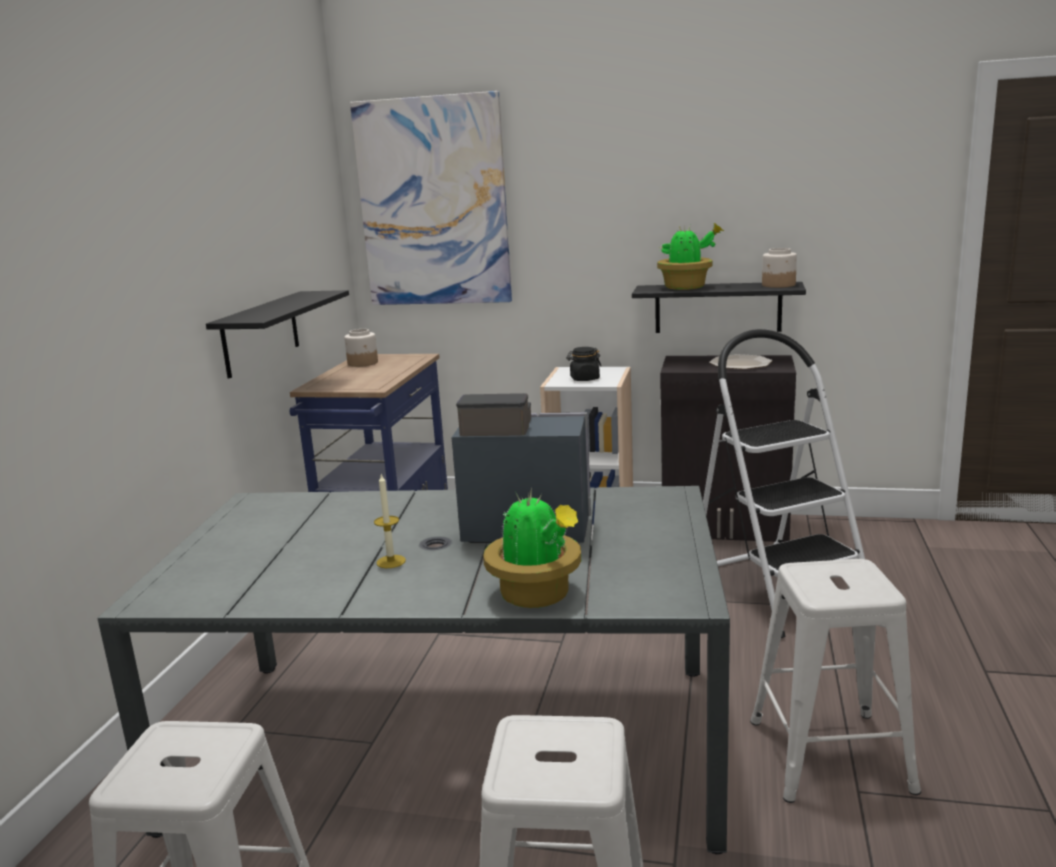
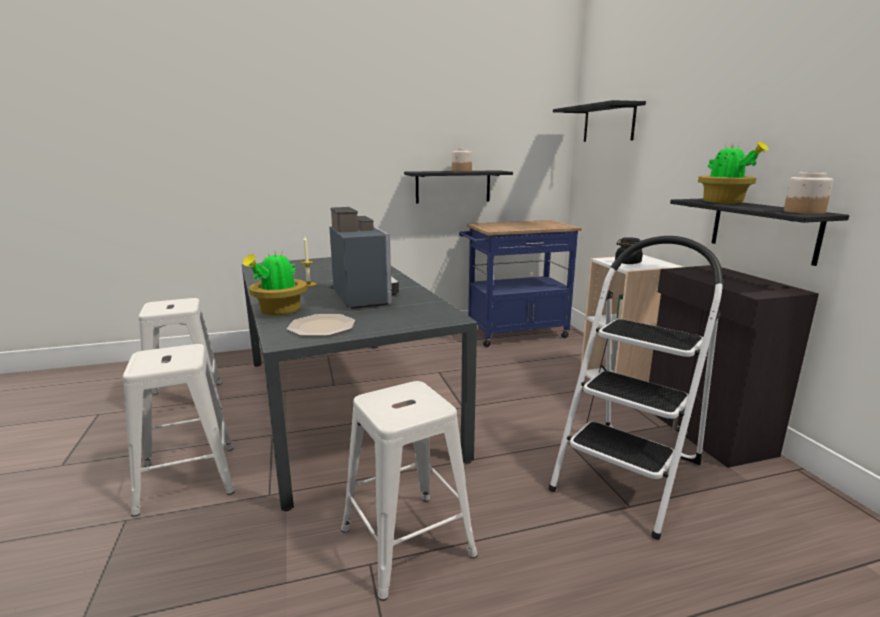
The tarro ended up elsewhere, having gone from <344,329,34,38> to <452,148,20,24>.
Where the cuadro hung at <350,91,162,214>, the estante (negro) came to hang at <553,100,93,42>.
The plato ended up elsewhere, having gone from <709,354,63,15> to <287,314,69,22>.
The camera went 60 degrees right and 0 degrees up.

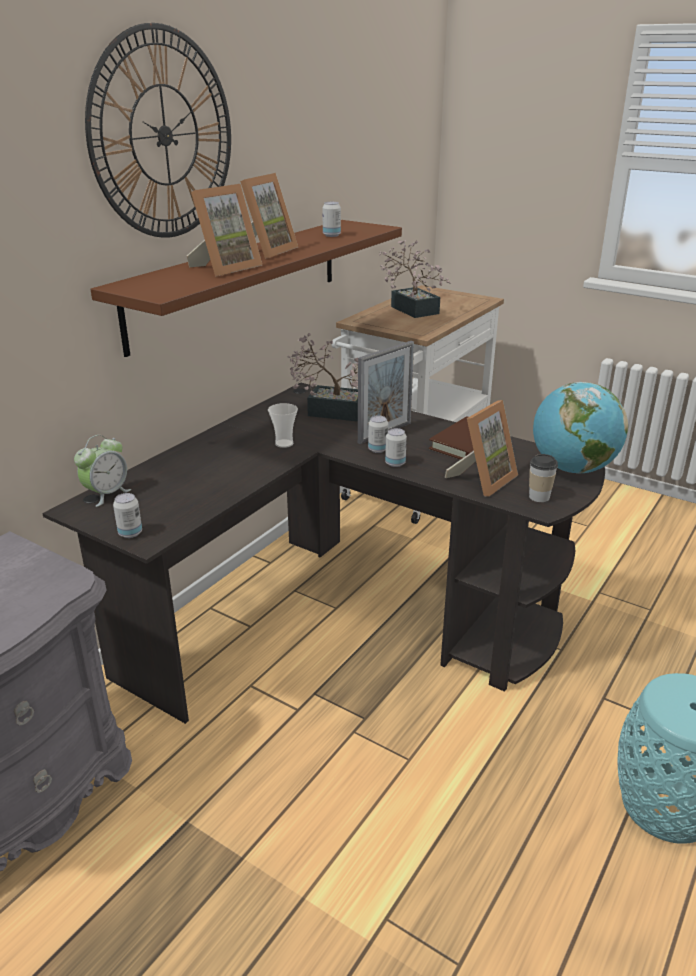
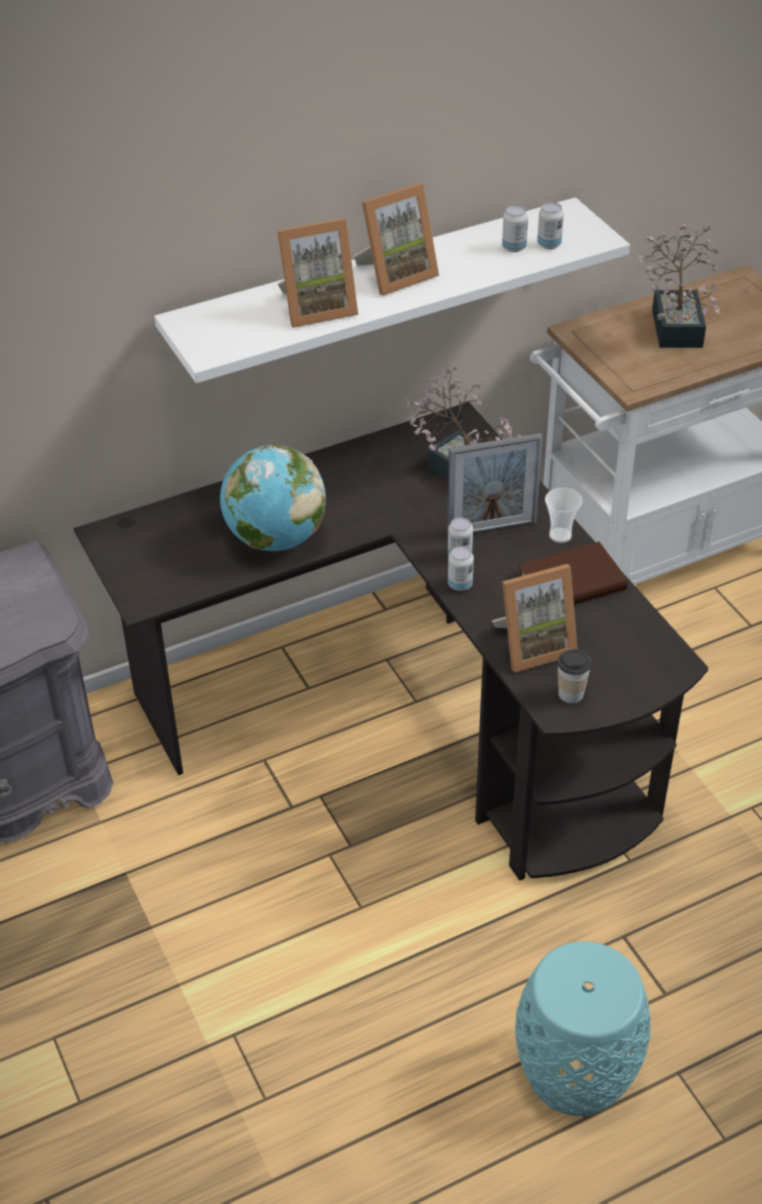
The second view lost the despertador at <74,435,57,72>.
The second view lost the reloj de pared at <85,23,146,215>.
What was the estante (marrón) at <90,220,312,137> turned into the estante (blanco) at <154,197,476,186>.
The lata ended up elsewhere, having gone from <113,493,29,45> to <537,202,27,47>.
The taza ended up elsewhere, having gone from <268,403,30,45> to <545,488,37,55>.
The globo terráqueo ended up elsewhere, having gone from <533,382,95,92> to <220,445,106,106>.
The camera went 30 degrees right and 15 degrees up.

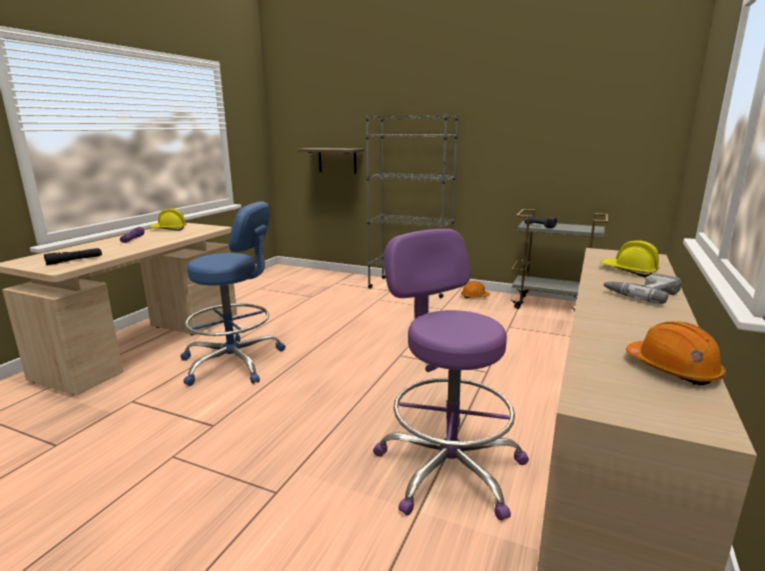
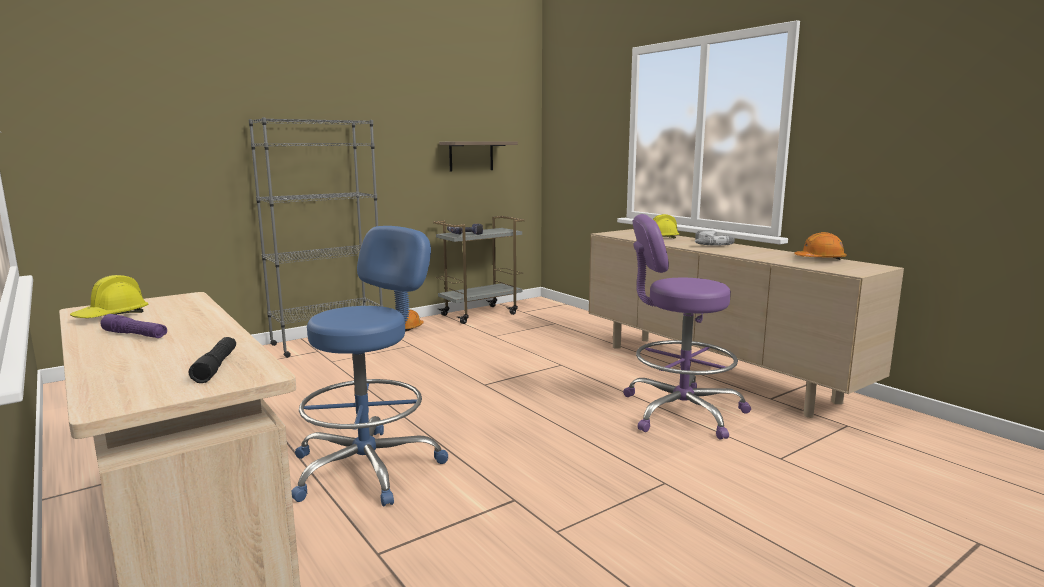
The estante ended up elsewhere, having gone from <298,148,66,25> to <439,142,79,29>.
The camera went 60 degrees left and 5 degrees down.

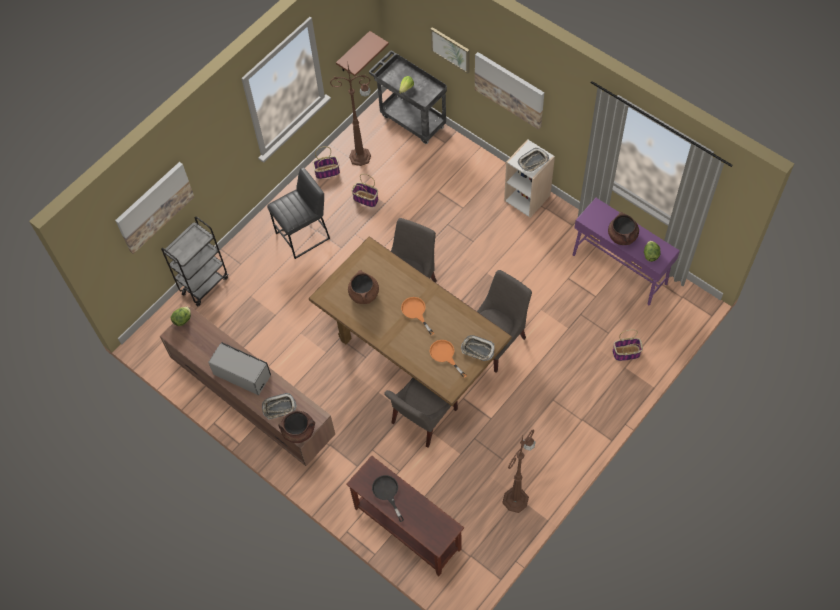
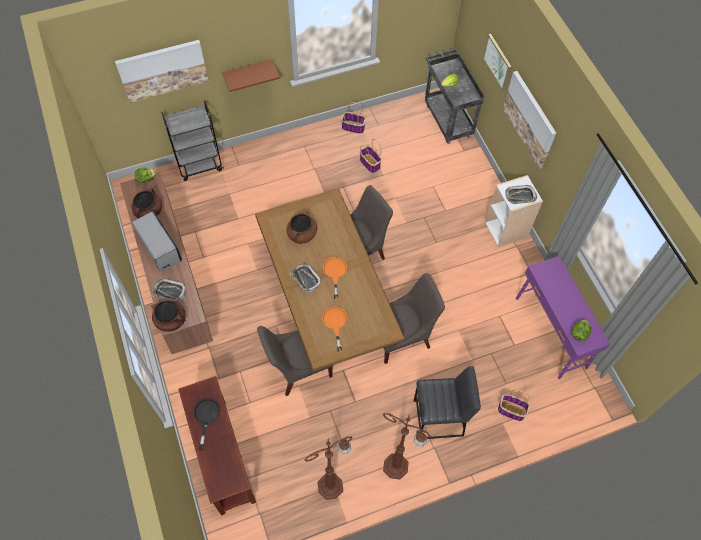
The taburete (gris) ended up elsewhere, having gone from <267,167,63,92> to <414,366,67,73>.
The lámpara de pie (marrón) ended up elsewhere, having gone from <330,66,41,100> to <383,413,47,67>.
The estante (marrón) ended up elsewhere, having gone from <336,31,53,45> to <222,59,58,33>.
The bandeja ended up elsewhere, having gone from <461,335,33,26> to <290,263,32,29>.
The olla (marrón) ended up elsewhere, having gone from <608,212,31,33> to <132,188,30,30>.
The camera went 25 degrees right and 0 degrees up.

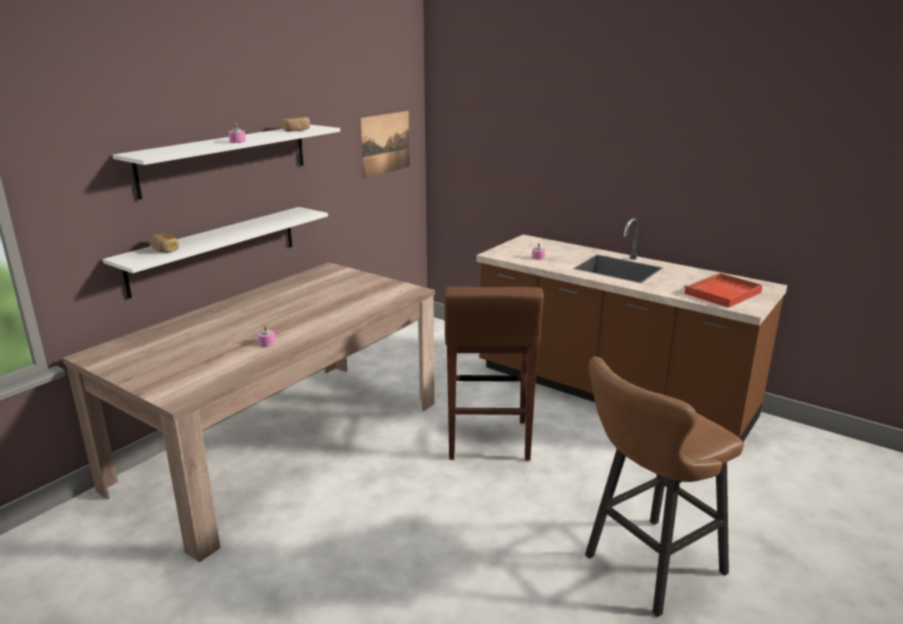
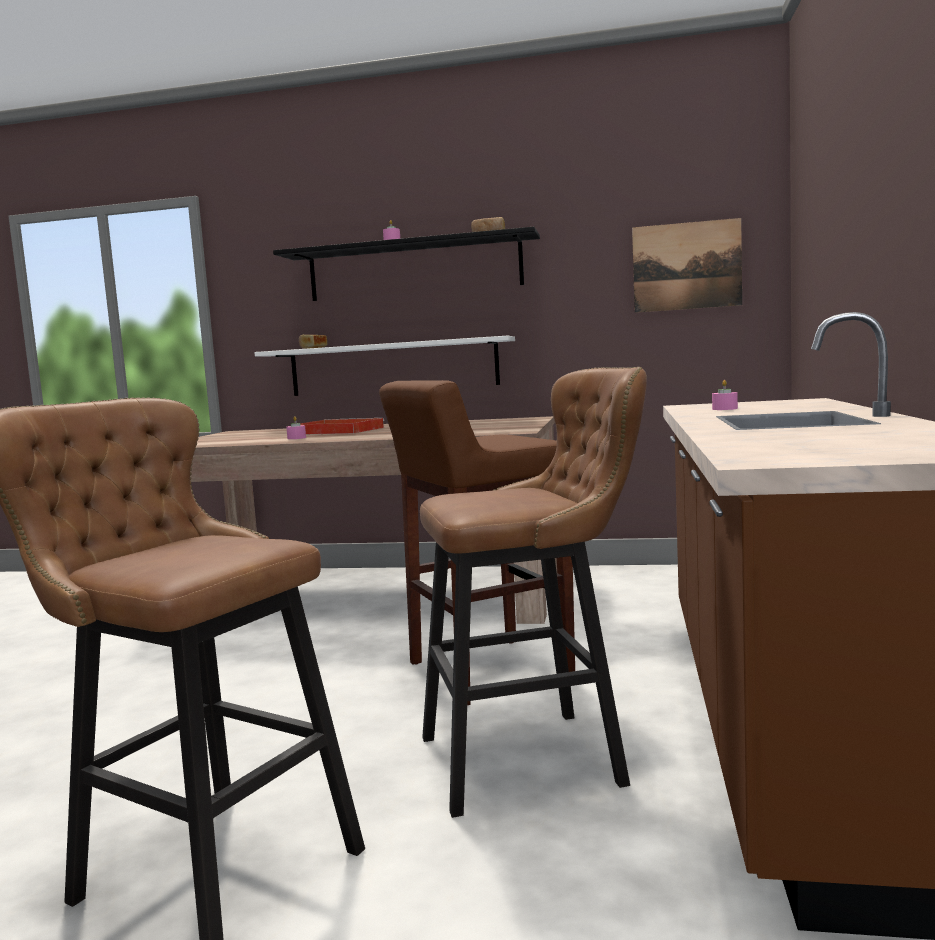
What was the estante (blanco) at <113,125,227,75> turned into the estante (negro) at <273,227,267,74>.
The bandeja (rojo) ended up elsewhere, having gone from <683,273,80,35> to <300,418,84,16>.
The second view gained the taburete (marrón) at <420,367,227,451>.
The camera went 65 degrees right and 15 degrees down.

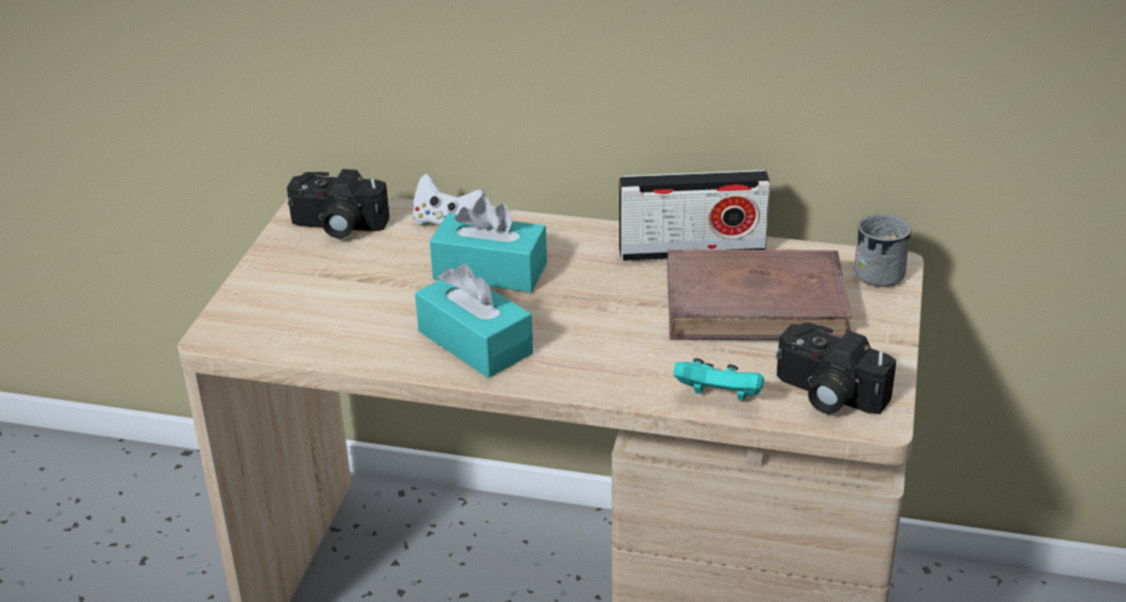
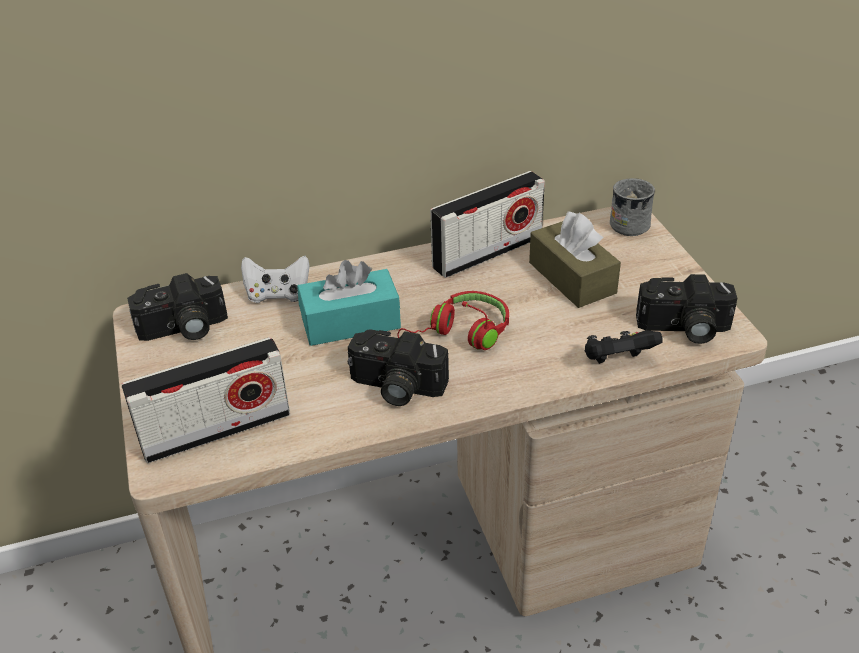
Where the caja de pañuelos (turquesa) stood at <415,264,118,114>, the cámara came to stand at <348,329,101,77>.
Where the libro (marrón) stood at <667,250,185,90>, the caja de pañuelos (marrón) came to stand at <529,211,92,97>.
What was the mando de consola (turquesa) at <674,358,90,43> turned into the mando de consola (negro) at <585,330,78,34>.
The second view gained the radio at <121,337,169,126>.
The second view gained the auriculares (rojo) at <397,291,112,59>.
The camera went 30 degrees left and 5 degrees up.

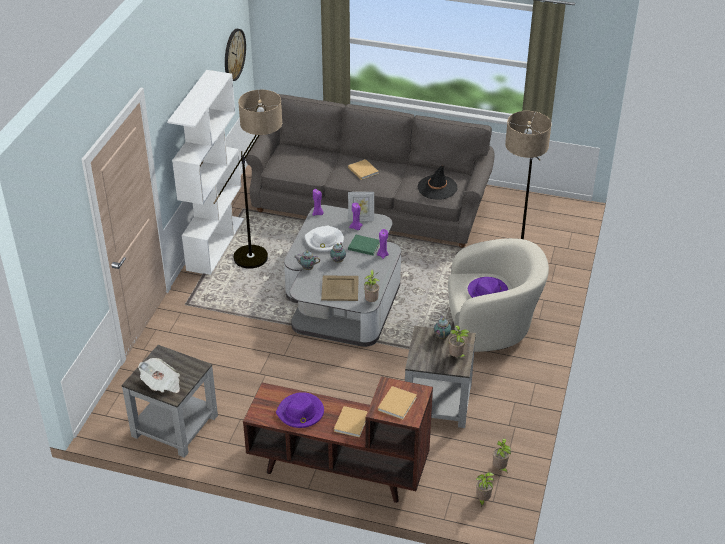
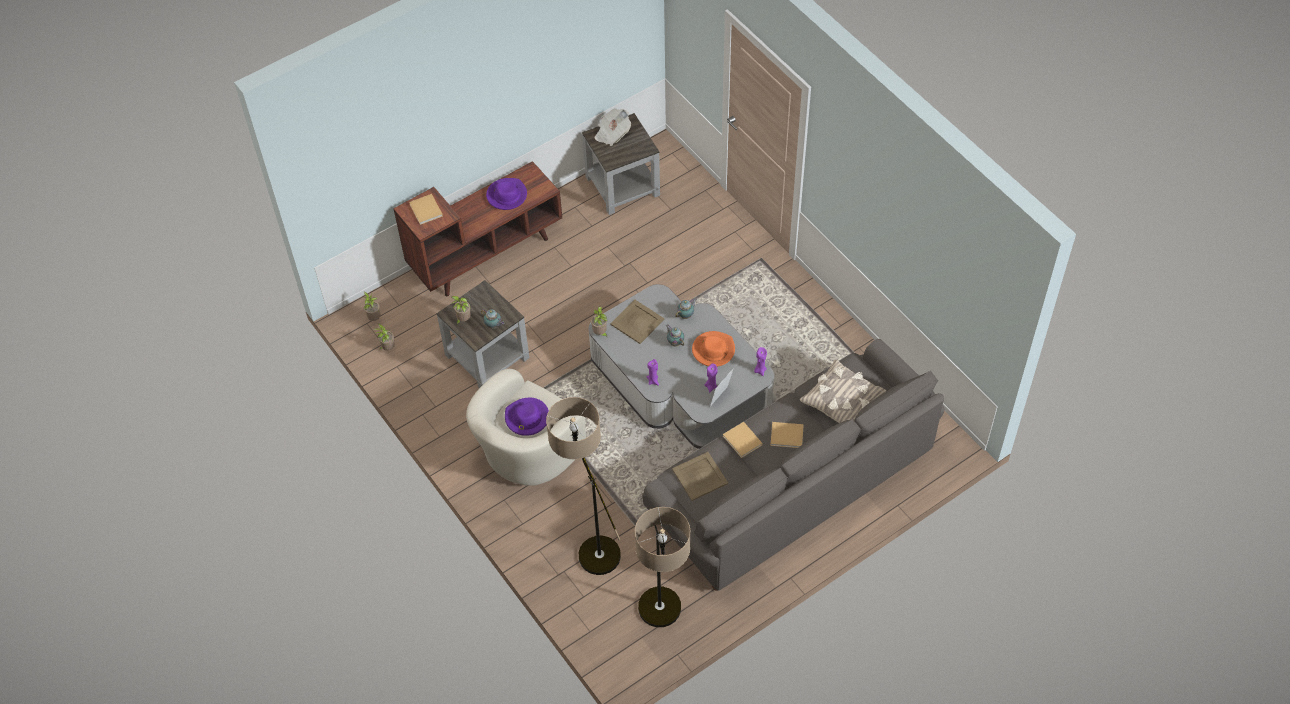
The second view lost the estantería (blanco) at <167,70,77,205>.
The lámpara de pie ended up elsewhere, having gone from <214,90,68,179> to <635,507,55,120>.
The second view lost the reloj de pared at <225,29,21,52>.
What was the sombrero (blanco) at <305,226,39,26> turned into the sombrero (naranja) at <692,331,43,36>.
The libro (beis) ended up elsewhere, having gone from <334,406,34,32> to <723,422,39,36>.
The second view lost the libro (verde) at <348,235,32,21>.
Where the sombrero (negro) stood at <418,165,39,35>, the bandeja (beis) came to stand at <672,452,56,49>.
The second view gained the cojín (beis) at <800,359,86,64>.
The camera went 130 degrees right and 15 degrees up.

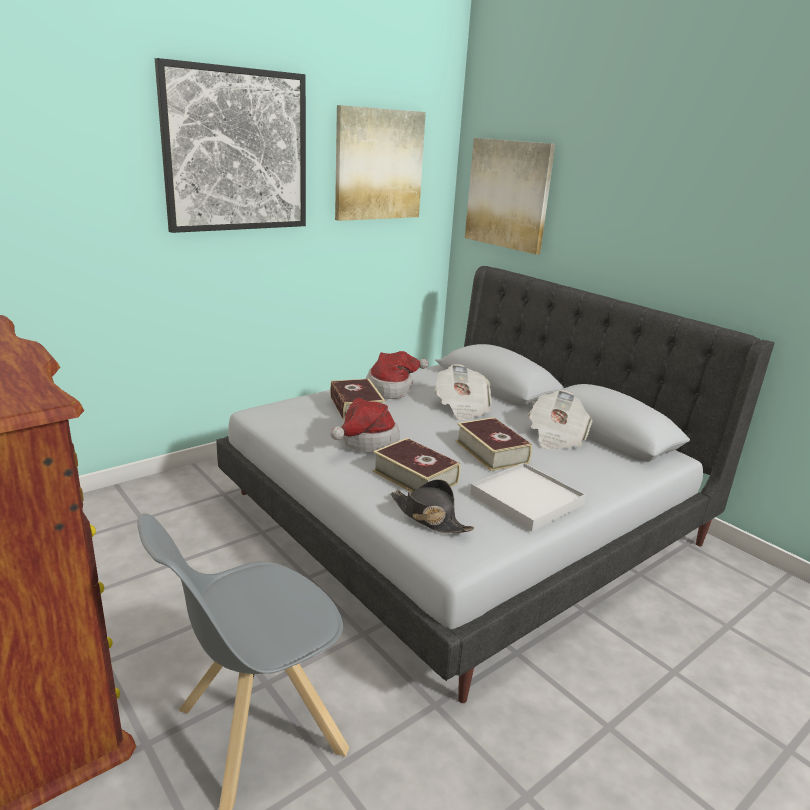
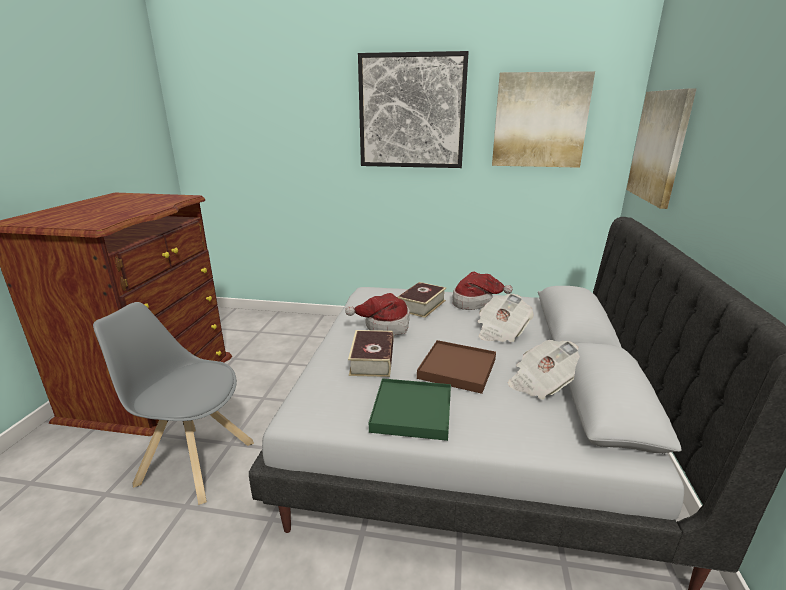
The second view lost the sombrero (negro) at <391,479,83,54>.
Where the libro stood at <456,417,76,54>, the bandeja (marrón) came to stand at <417,340,79,54>.
What was the bandeja (blanco) at <470,463,115,69> turned into the bandeja (verde) at <369,378,82,63>.
The camera went 50 degrees right and 0 degrees up.

